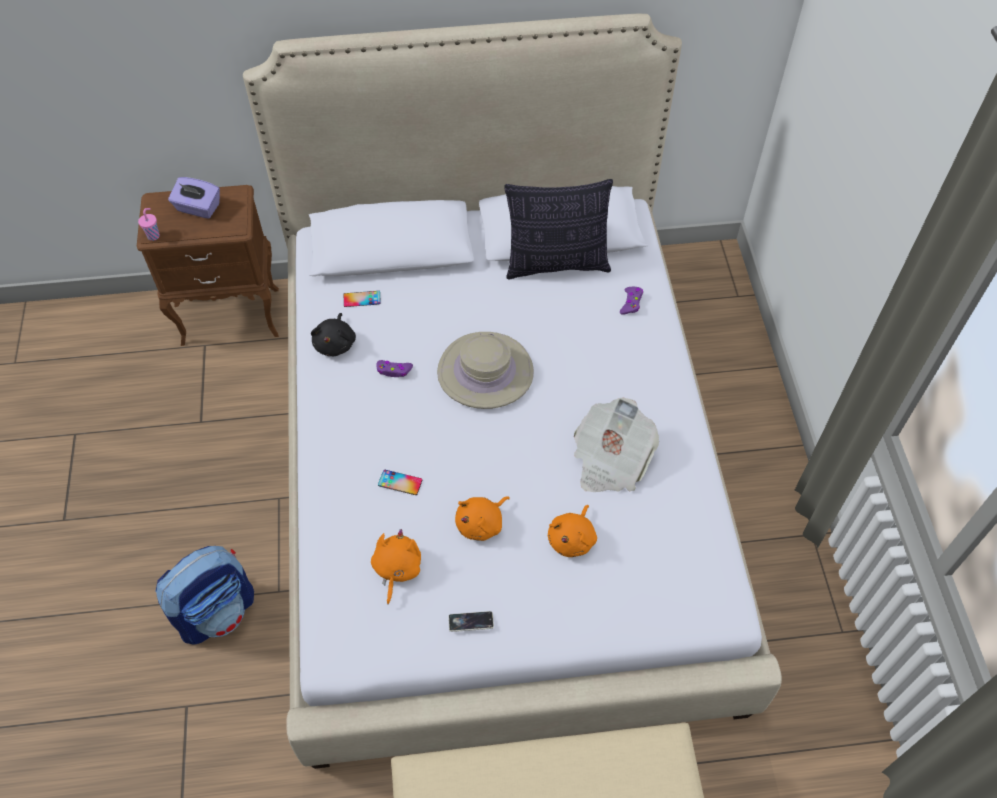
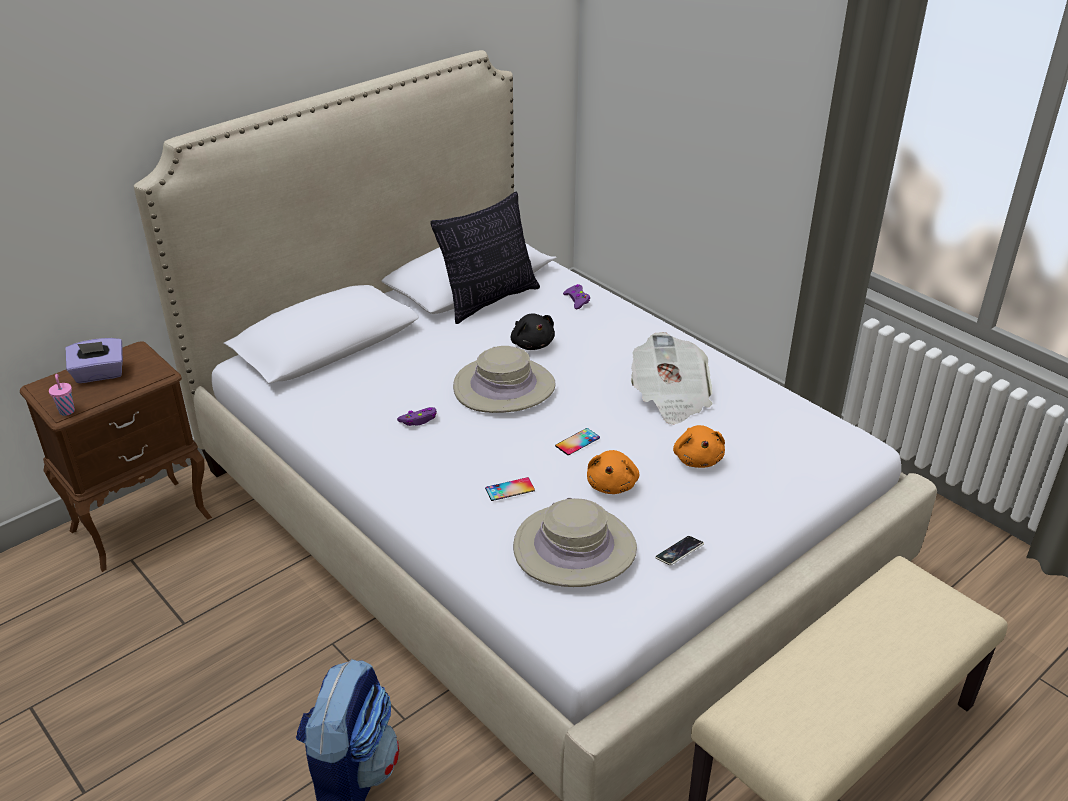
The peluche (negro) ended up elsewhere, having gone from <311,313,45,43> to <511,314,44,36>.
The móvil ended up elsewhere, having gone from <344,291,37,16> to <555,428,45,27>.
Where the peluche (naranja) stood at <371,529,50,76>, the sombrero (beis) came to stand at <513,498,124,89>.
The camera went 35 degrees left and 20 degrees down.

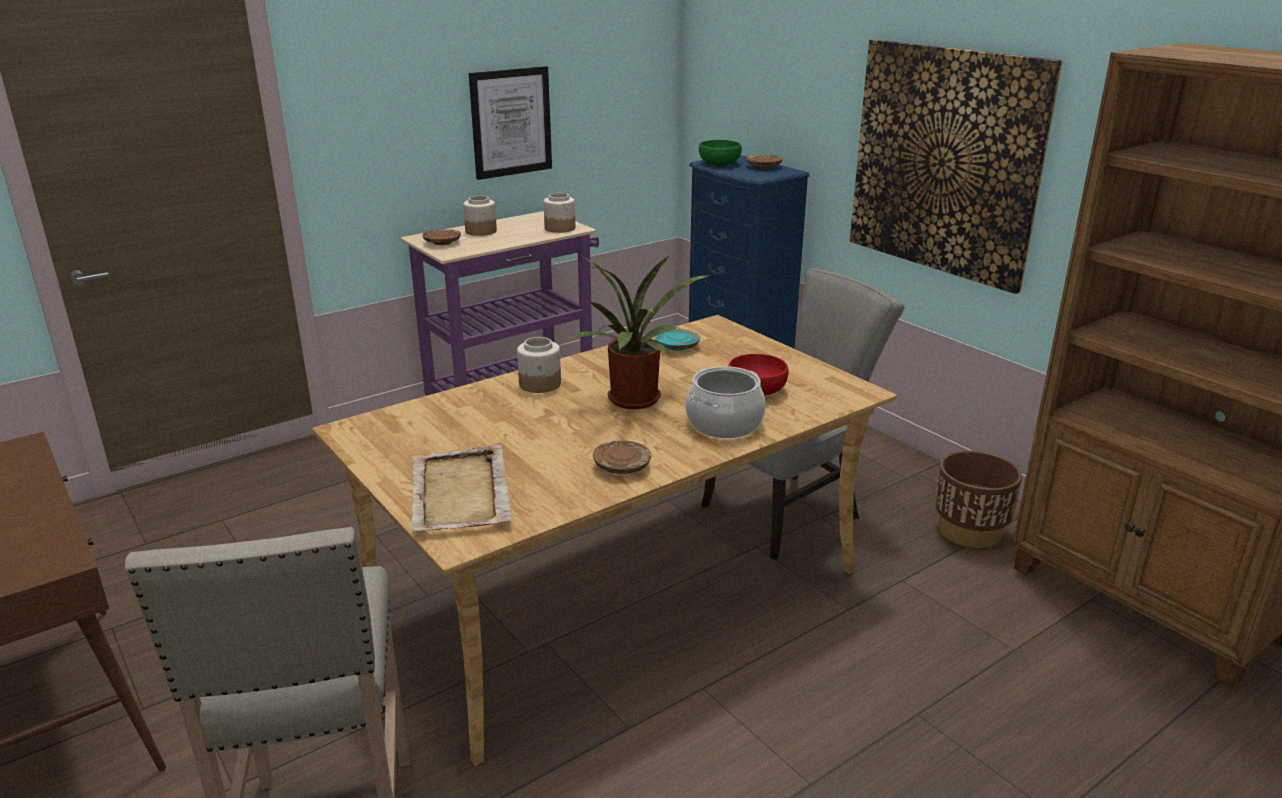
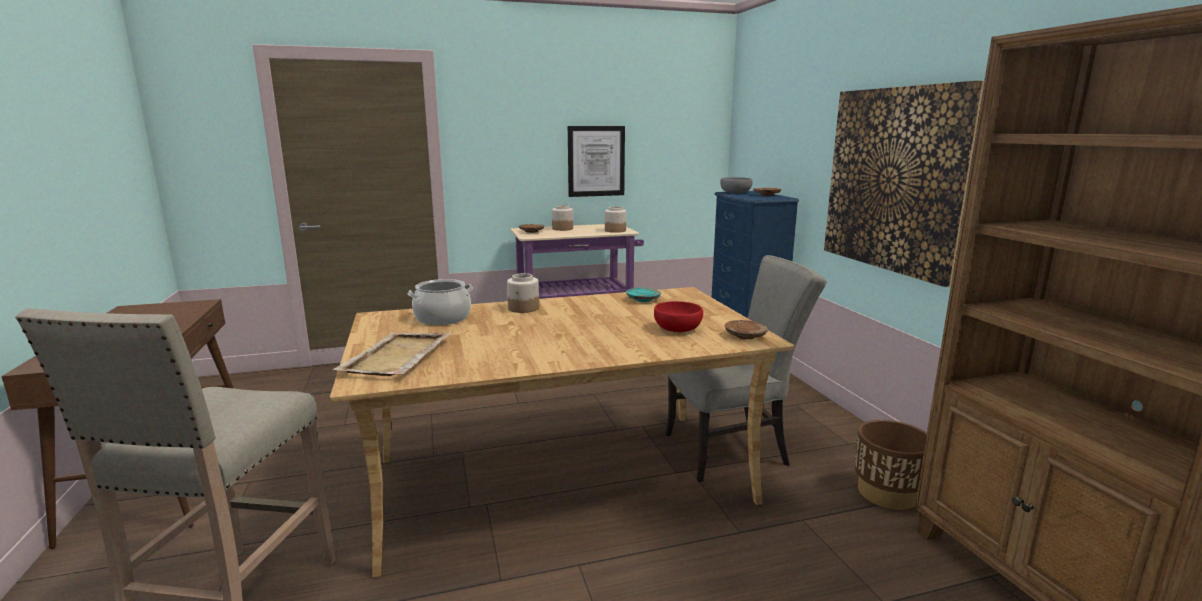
The second view lost the planta en maceta at <566,256,144,153>.
The plato (marrón) ended up elsewhere, having gone from <593,441,59,33> to <725,320,43,19>.
The olla ended up elsewhere, having gone from <686,366,79,72> to <408,279,65,46>.
What was the cuenco (verde) at <699,140,43,25> turned into the cuenco (gris) at <720,177,32,16>.
The camera went 20 degrees right and 10 degrees down.

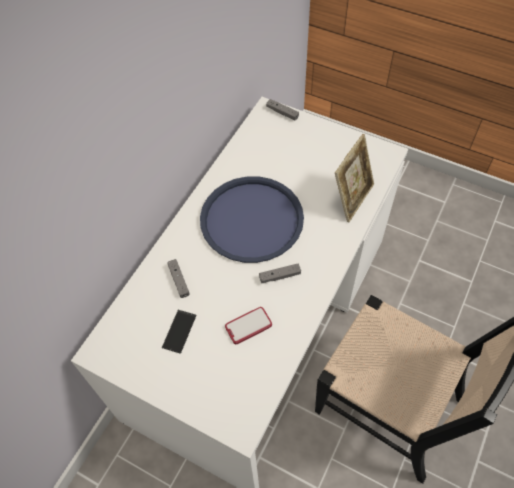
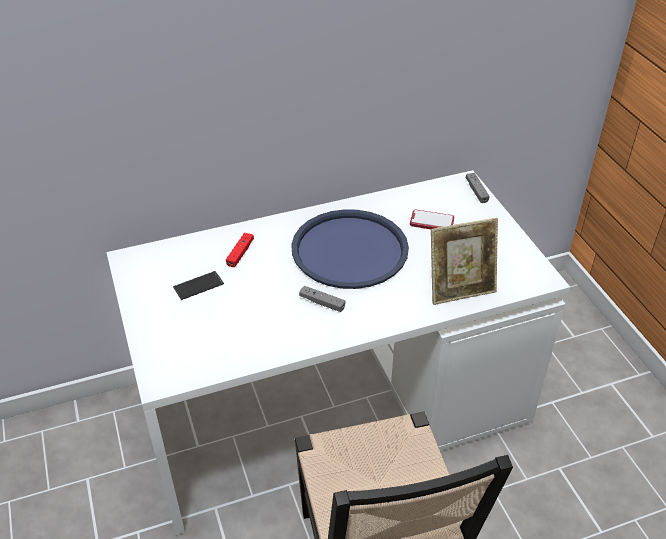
What was the mando de consola (gris) at <167,259,23,39> turned into the mando de consola (rojo) at <226,233,28,34>.
The móvil ended up elsewhere, having gone from <225,307,47,37> to <410,210,44,19>.
The camera went 40 degrees right and 15 degrees down.

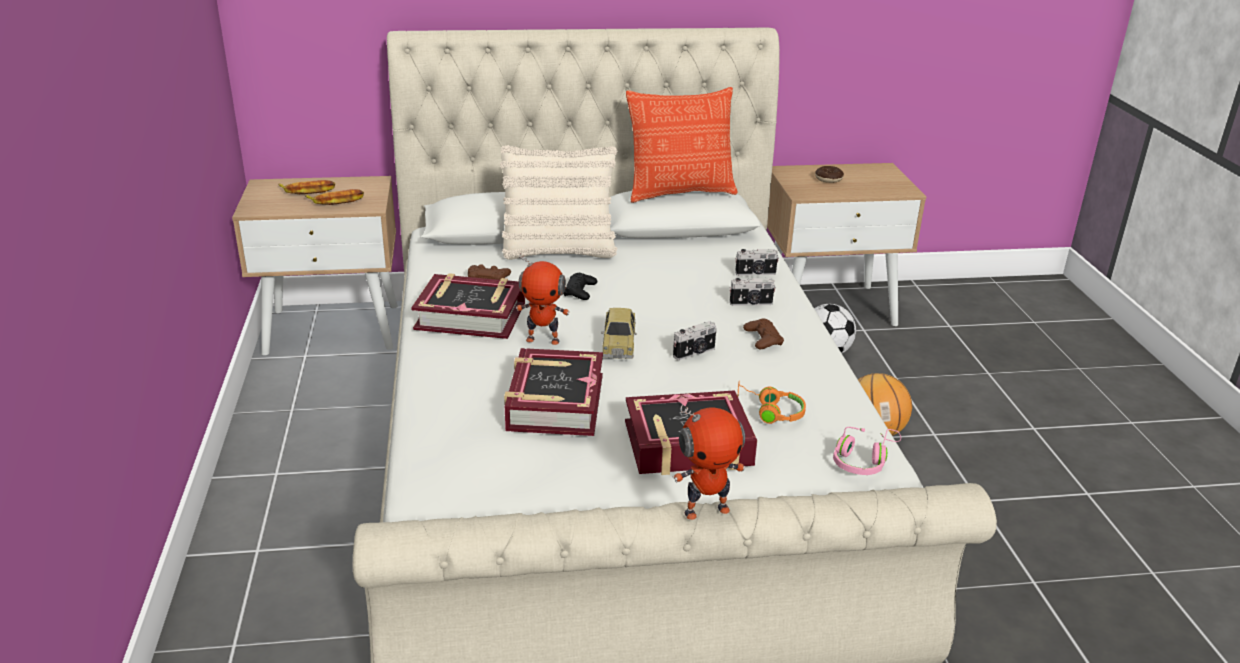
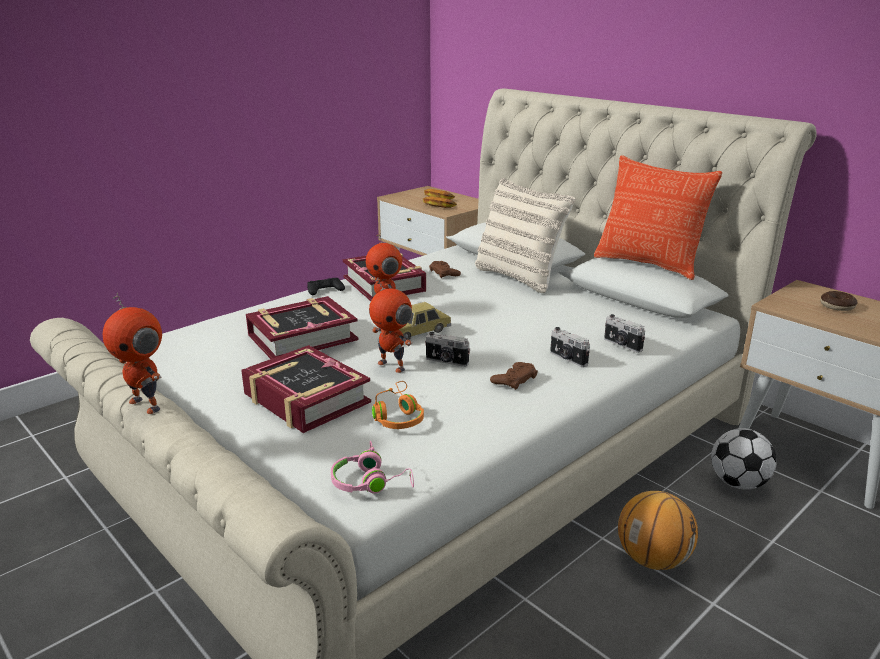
The mando de consola (negro) ended up elsewhere, having gone from <563,273,34,27> to <307,278,38,17>.
The second view gained the robot de juguete at <369,277,43,96>.
The camera went 55 degrees right and 5 degrees down.

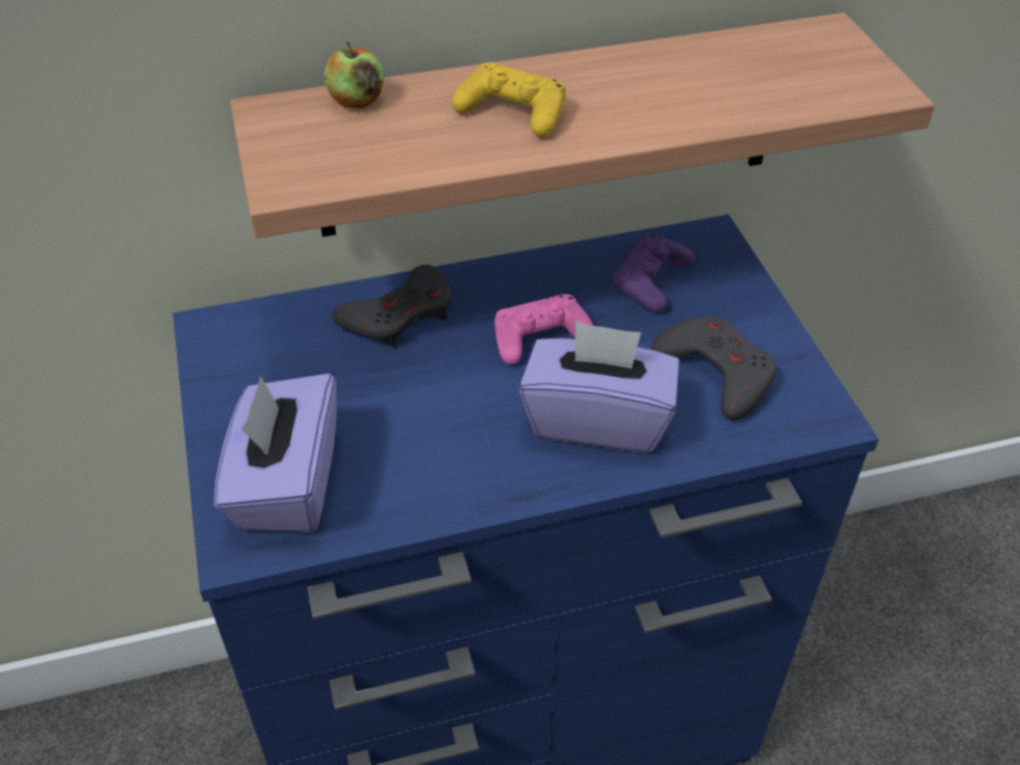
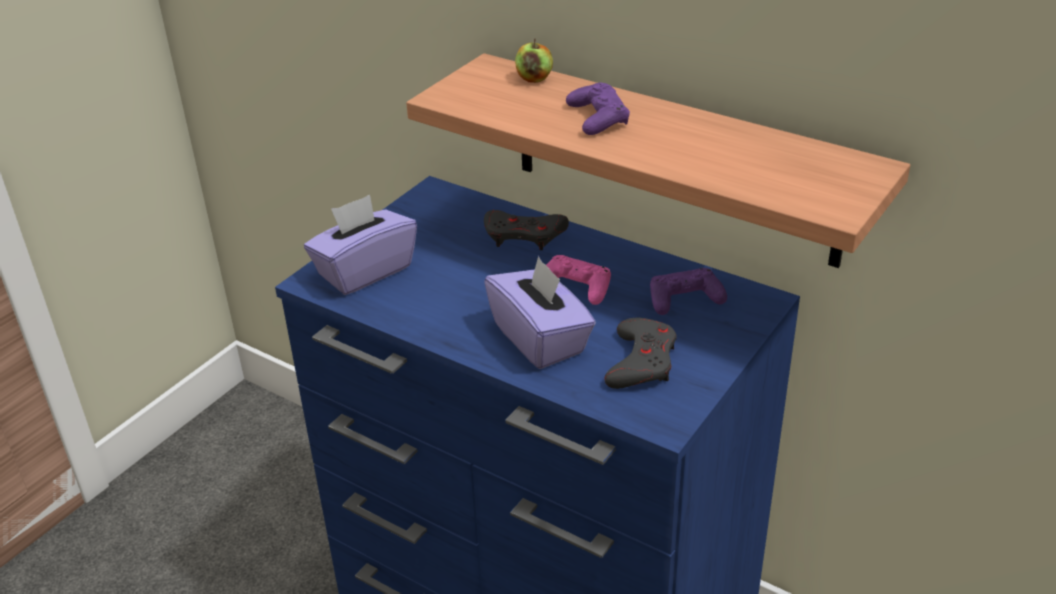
What was the mando de consola (amarillo) at <452,63,114,74> turned into the mando de consola (morado) at <566,83,64,52>.
The camera went 50 degrees right and 10 degrees down.

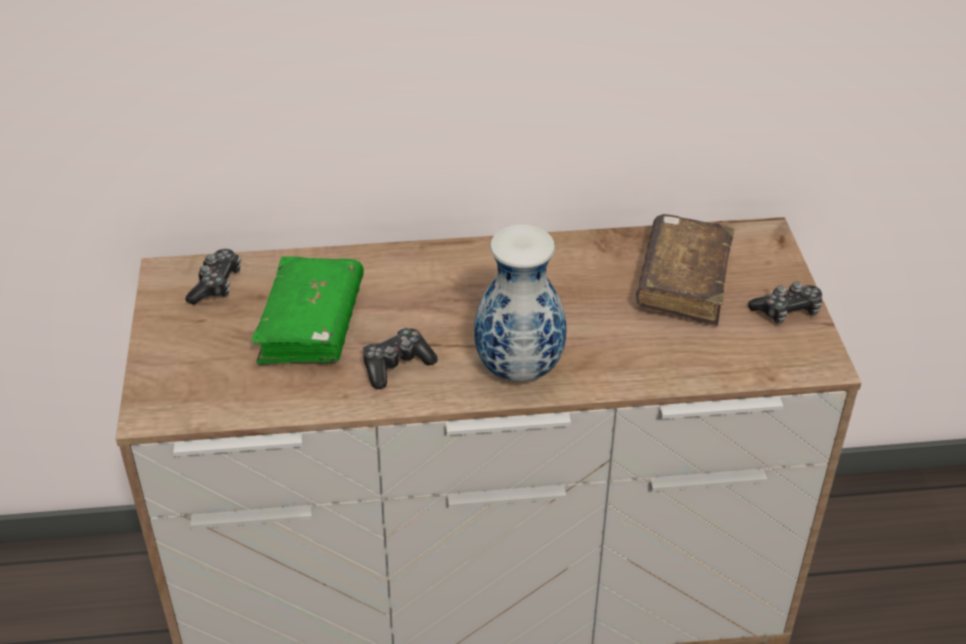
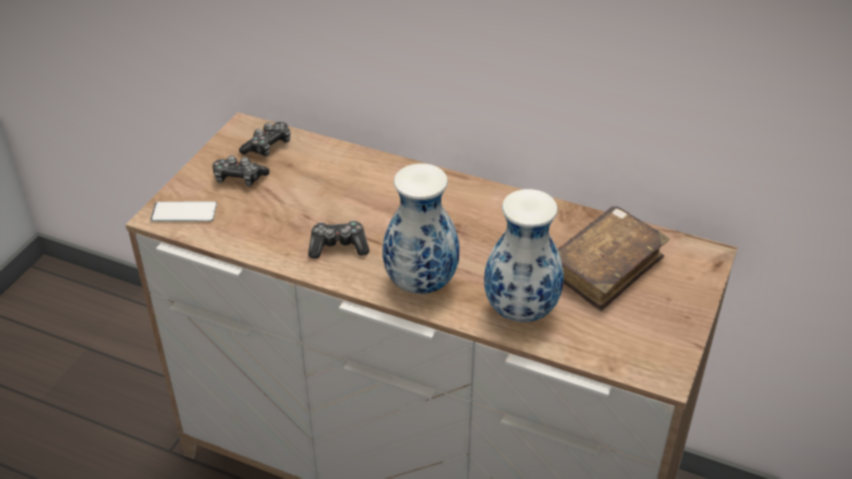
The second view lost the libro (verde) at <251,256,113,109>.
The mando de consola ended up elsewhere, having gone from <748,282,74,42> to <212,155,57,31>.
The second view gained the móvil at <151,202,66,19>.
The second view gained the florero at <484,189,80,133>.
The camera went 30 degrees right and 0 degrees up.

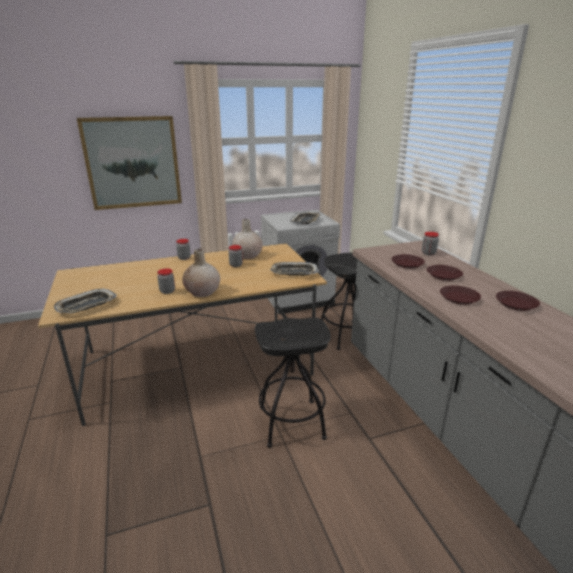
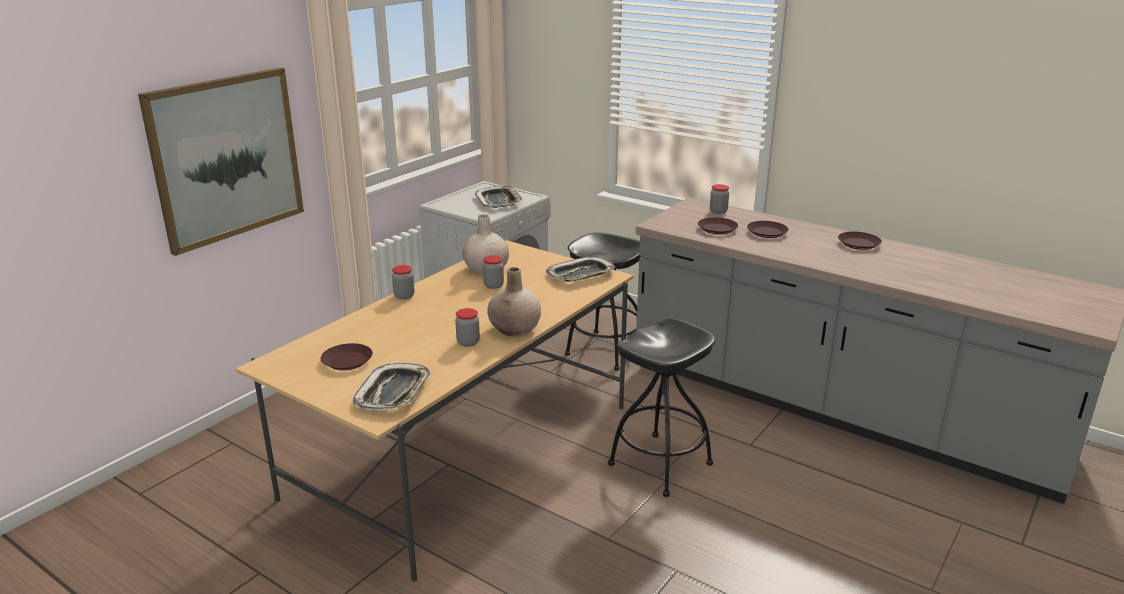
The plato (marrón) ended up elsewhere, having gone from <440,285,41,20> to <321,343,52,28>.
The camera went 35 degrees left and 0 degrees up.

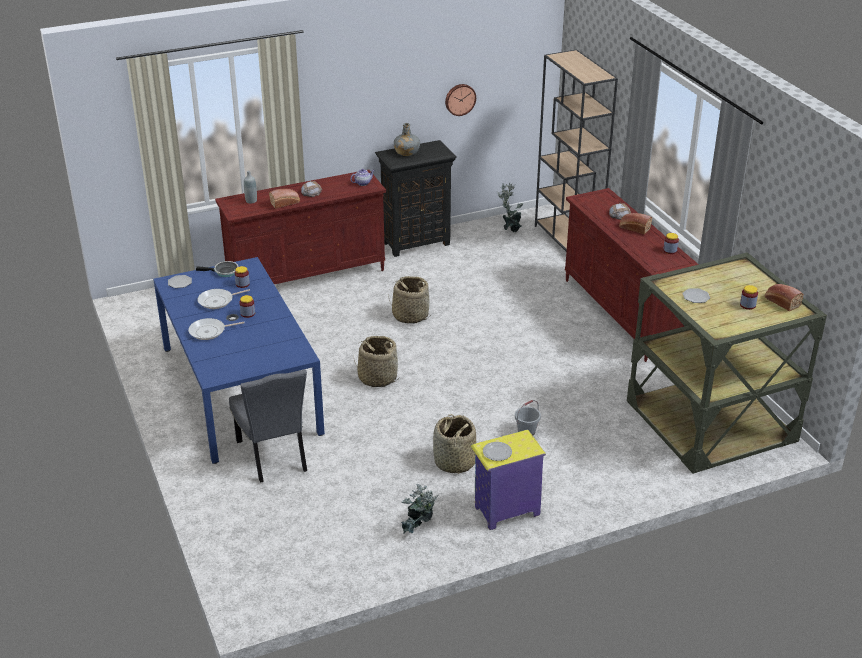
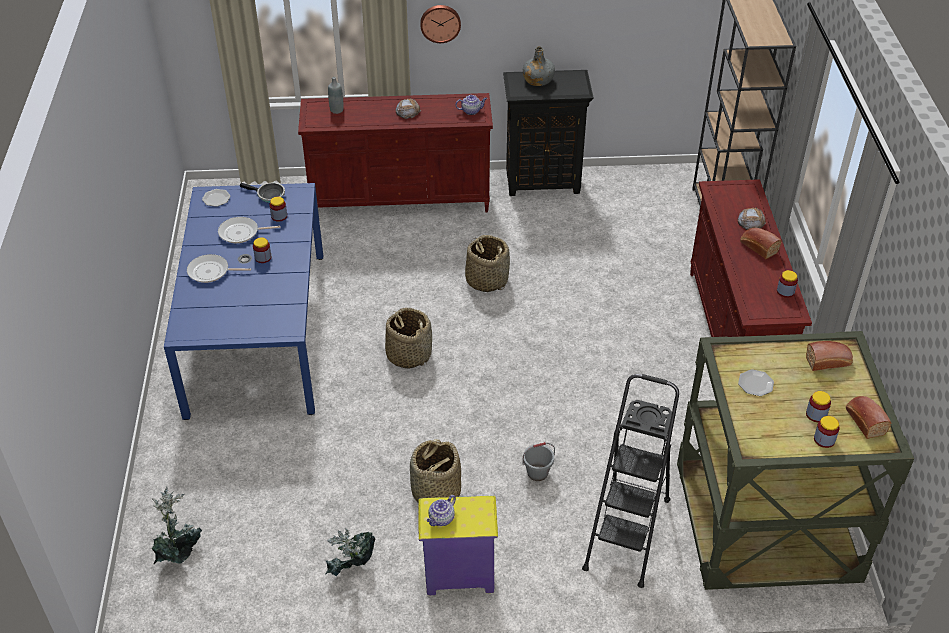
The second view lost the silla (gris) at <229,370,78,113>.
The pan ended up elsewhere, having gone from <269,189,31,20> to <806,341,47,30>.
The reloj de pared ended up elsewhere, having gone from <445,84,31,32> to <420,5,41,38>.
Where the plato stood at <483,442,29,19>, the tetera came to stand at <427,495,29,31>.
The planta en maceta ended up elsewhere, having gone from <497,182,26,50> to <151,487,51,77>.
The second view gained the escalera de tijera at <582,374,97,214>.
The second view gained the tarro at <814,416,26,32>.
The camera went 20 degrees right and 10 degrees up.

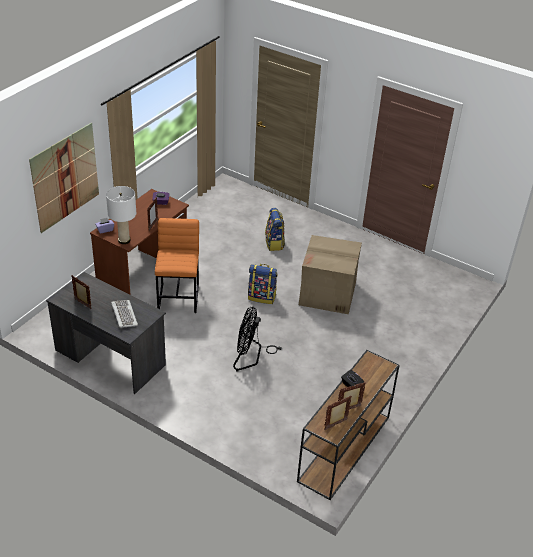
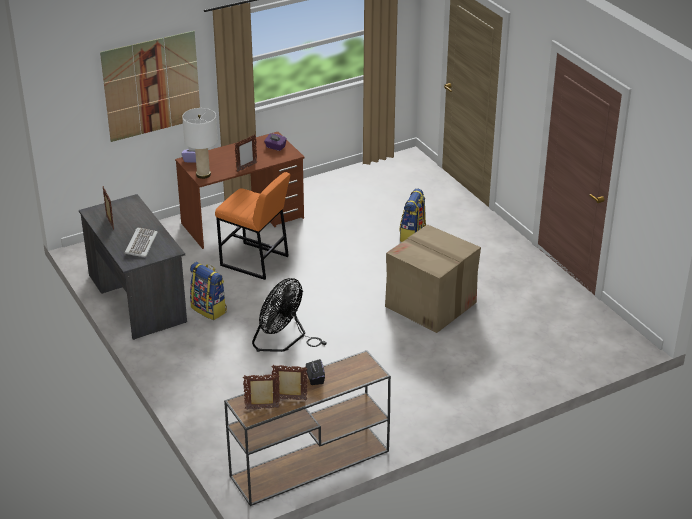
The silla (naranja) at <155,218,44,95> ended up facing another way, 90 degrees clockwise from before.
The mochila ended up elsewhere, having gone from <248,264,29,40> to <190,262,37,58>.
The camera went 30 degrees right and 5 degrees down.

